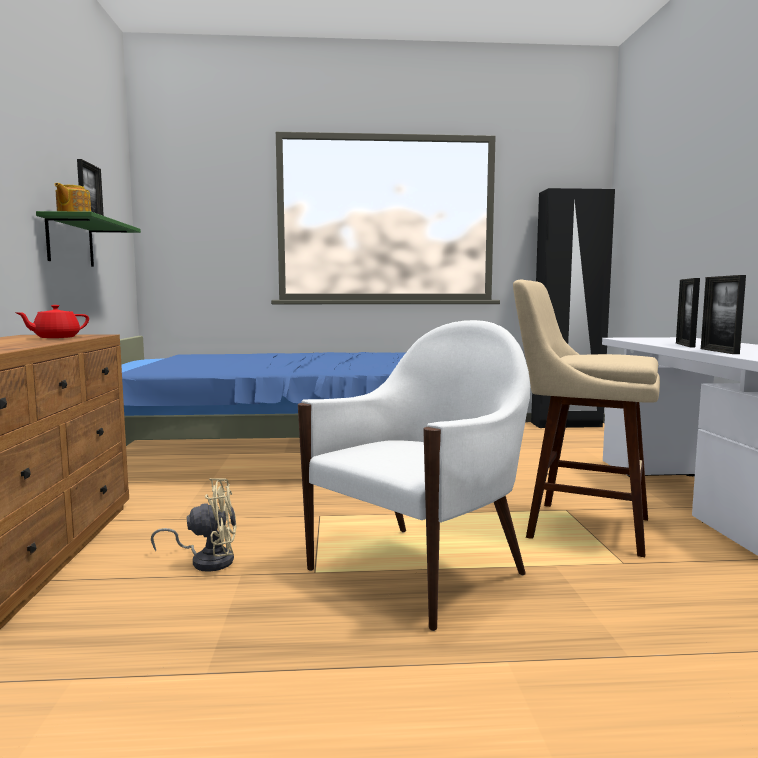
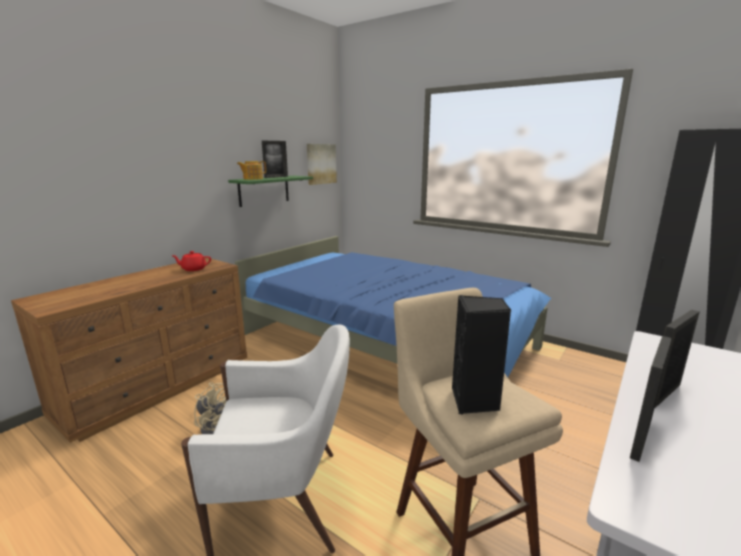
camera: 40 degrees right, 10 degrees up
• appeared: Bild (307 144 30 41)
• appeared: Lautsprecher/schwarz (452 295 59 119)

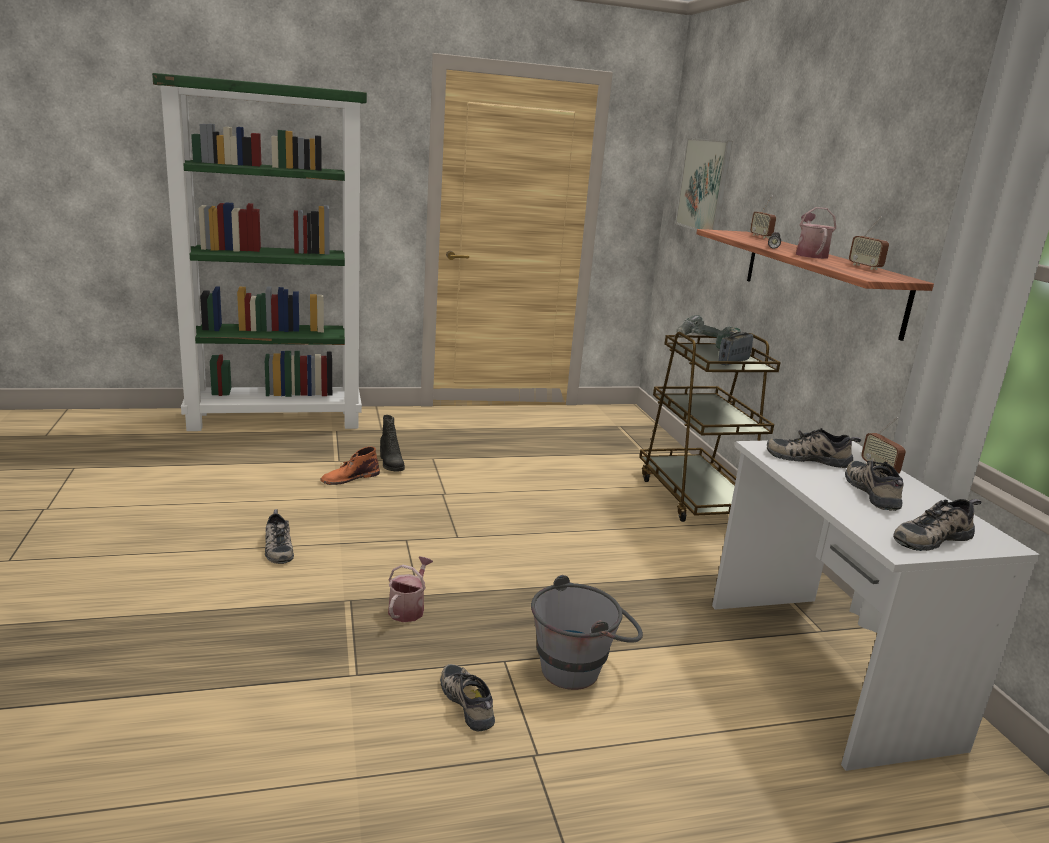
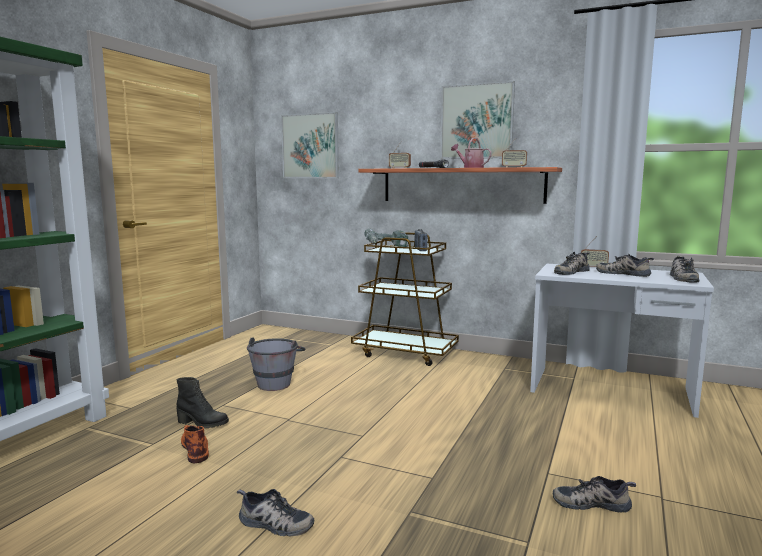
camera: 50 degrees left, 10 degrees down
• missing: Gießkanne (388 556 45 66)
• appeared: Bild (440 81 75 78)
• relocated: Eimer/grau (531 575 112 115) to (247 337 59 54)
• spun: Stiefel/orange (320 447 60 38) = (181 425 28 38) 150 degrees clockwise

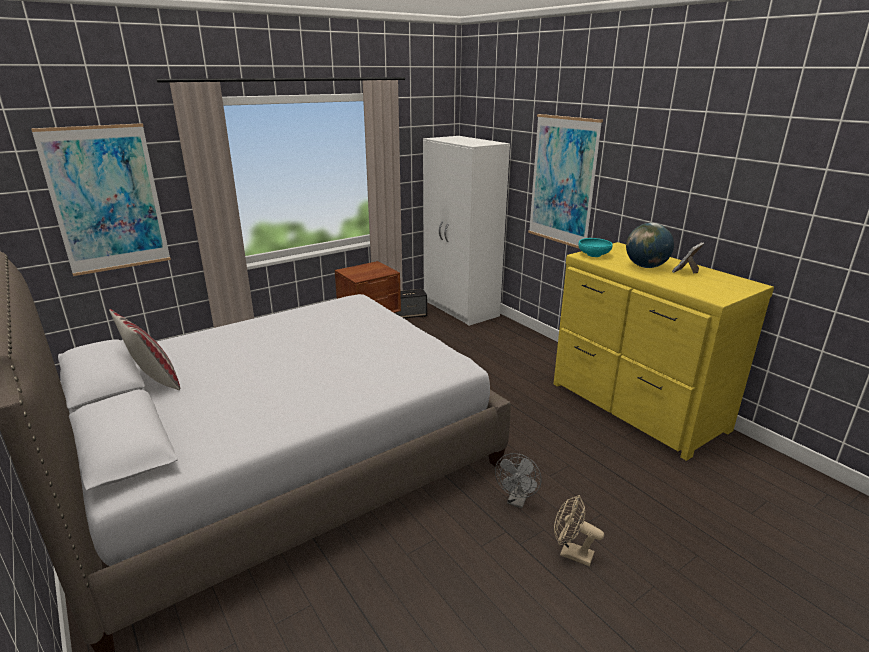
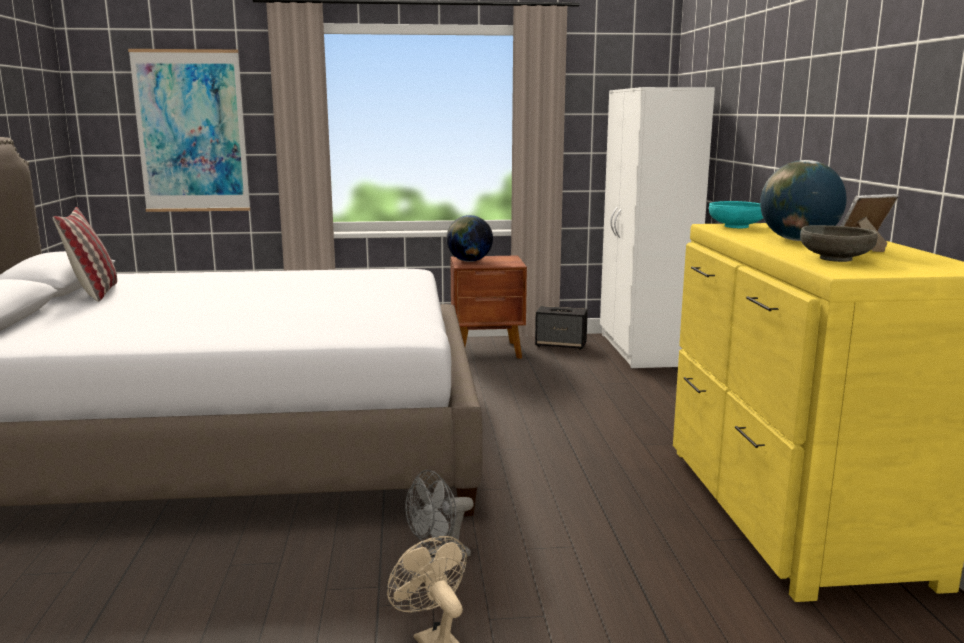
camera: 30 degrees right, 10 degrees down
• missing: Bild (528 114 75 134)
• appeared: Globus (446 215 47 47)
• appeared: Schüssel/grau (800 225 78 37)

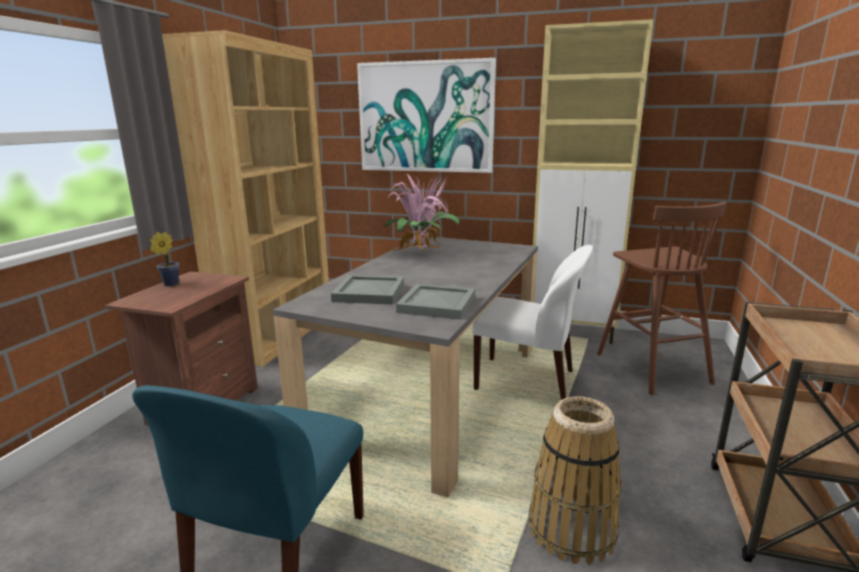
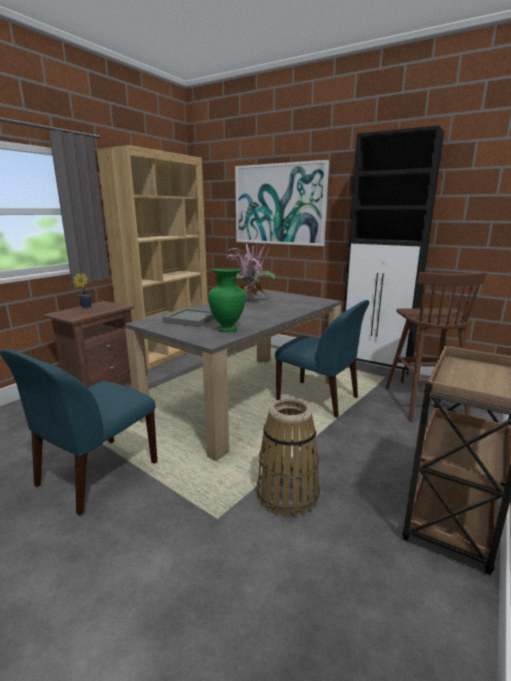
camera: 15 degrees right, 0 degrees up
• exchanged: Tablett/grau (396 284 79 36) to Vase/grün (208 268 38 64)
• colour: Stuhl/weiß (472 245 121 155) to Stuhl/blau (275 300 94 118)
• colour: Schrank/beige (533 19 120 325) to Schrank/schwarz (344 125 100 258)

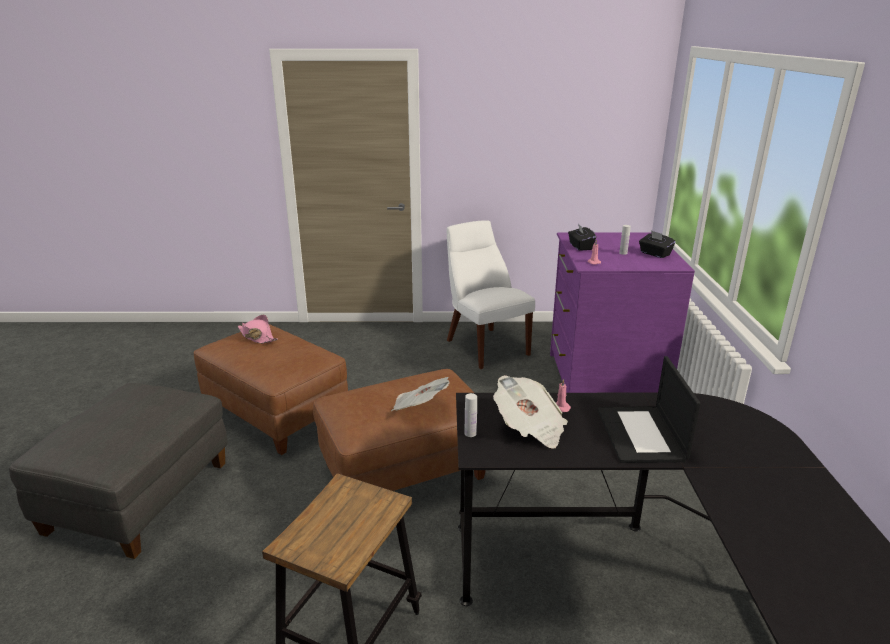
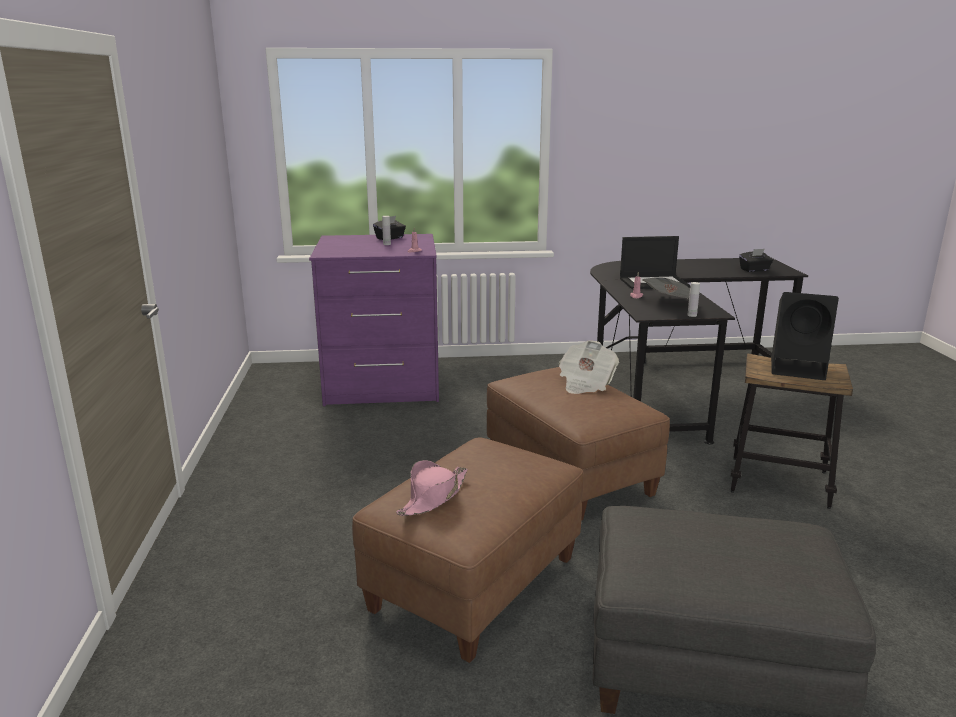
camera: 95 degrees left, 5 degrees down
• missing: Stuhl/weiß (447 220 88 149)
• appeared: Lautsprecher/schwarz (771 292 68 88)
• relocated: Taschentuchbox/schwarz (568 224 28 27) to (739 249 34 23)

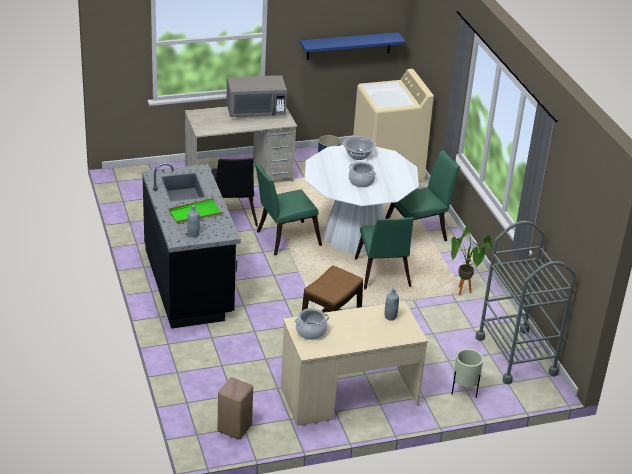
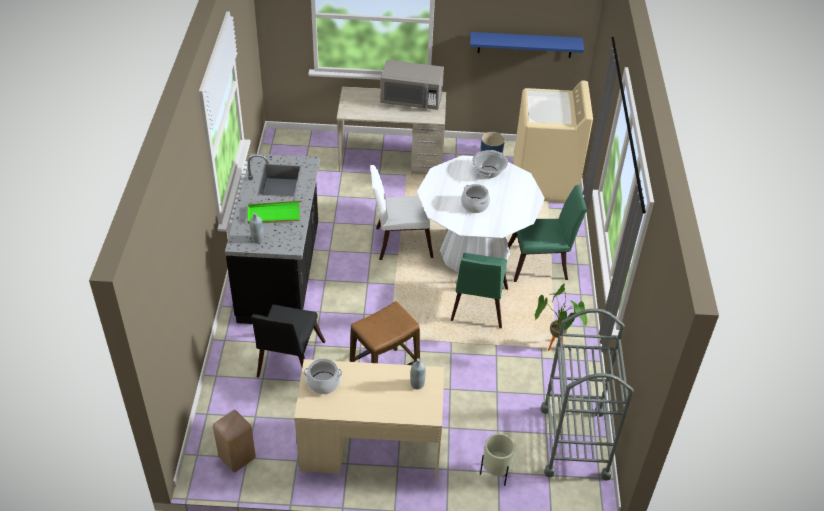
camera: 20 degrees right, 10 degrees up
• relocated: Stuhl/schwarz (211 158 47 68) to (252 305 73 73)
• colour: Stuhl/grün (255 164 67 91) to Stuhl/weiß (370 165 64 95)

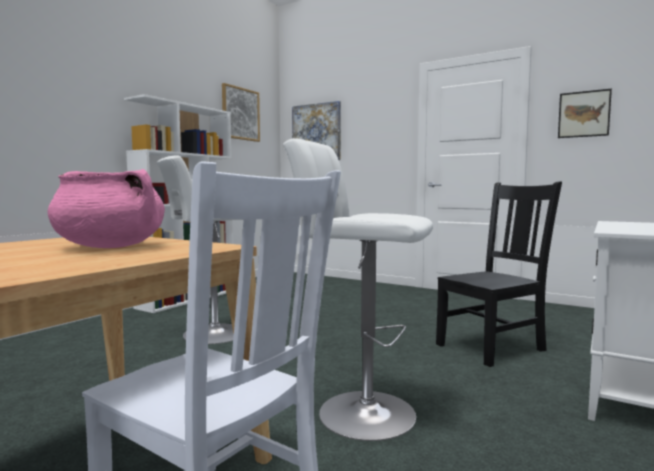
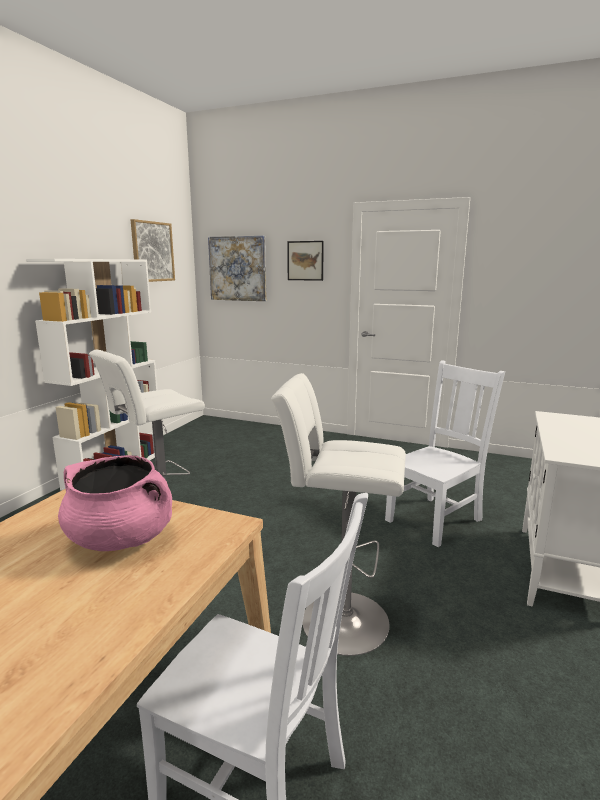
camera: 10 degrees left, 10 degrees up
• relocated: Bild (558 89 54 49) to (287 241 37 40)
• colour: Stuhl/schwarz (436 181 126 186) to Stuhl/weiß (385 360 120 187)

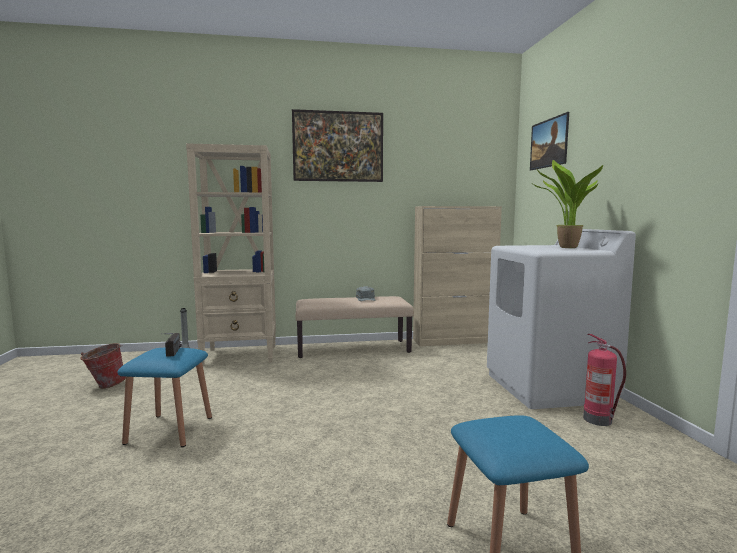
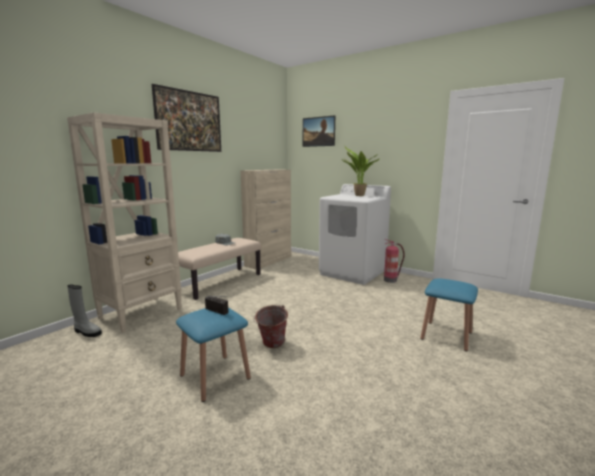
camera: 45 degrees left, 5 degrees up
• relocated: Eimer (80 343 46 46) to (254 305 34 43)

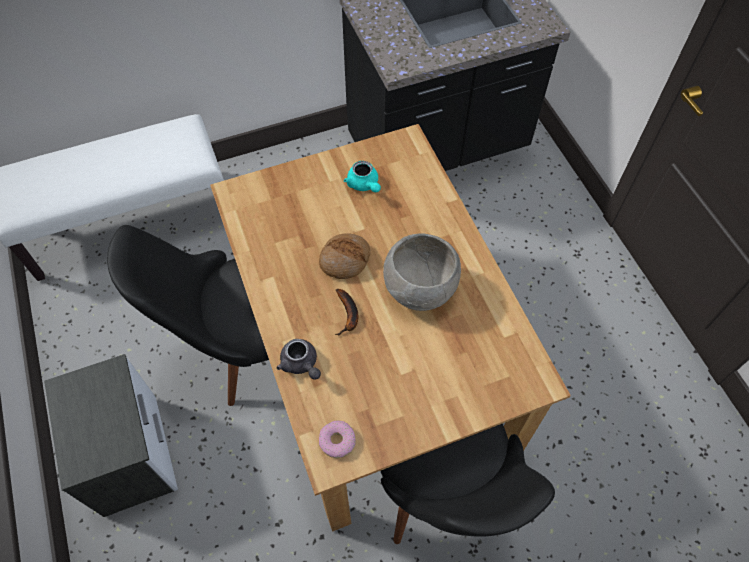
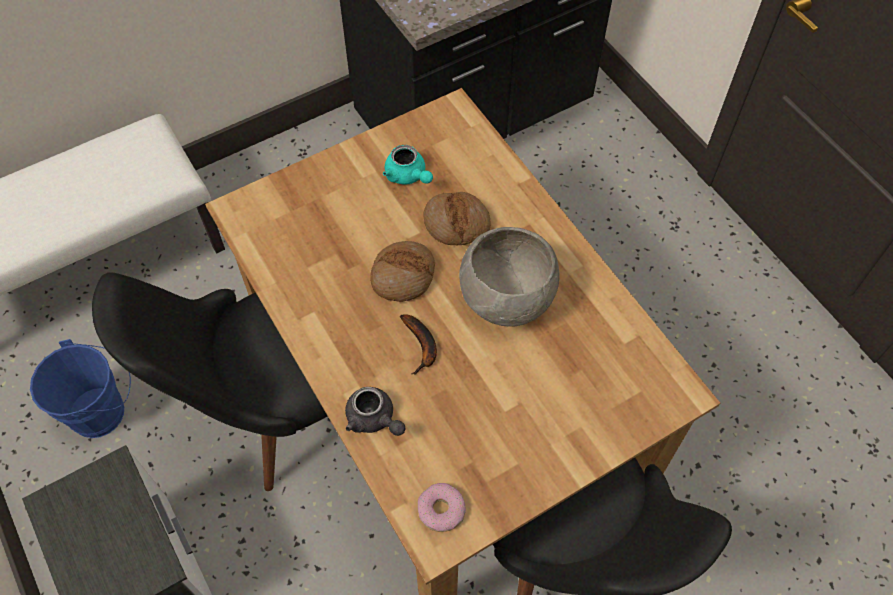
camera: 10 degrees left, 0 degrees up
• appeared: Eimer/blau (30 339 101 99)
• appeared: Brot (423 192 68 53)

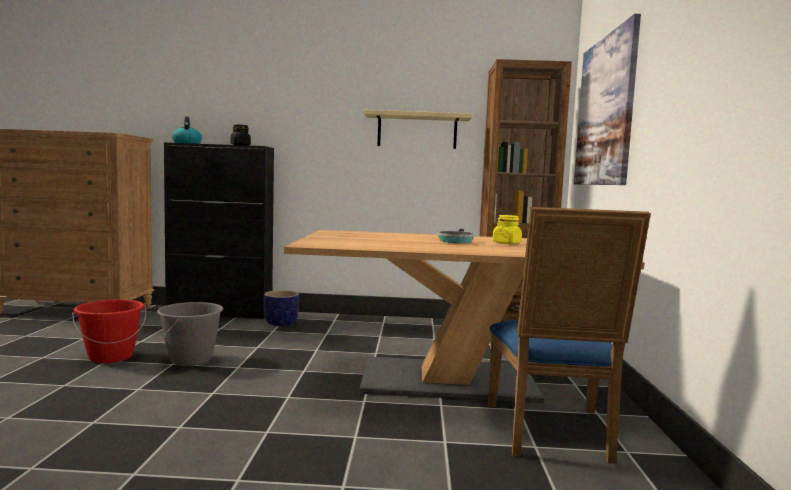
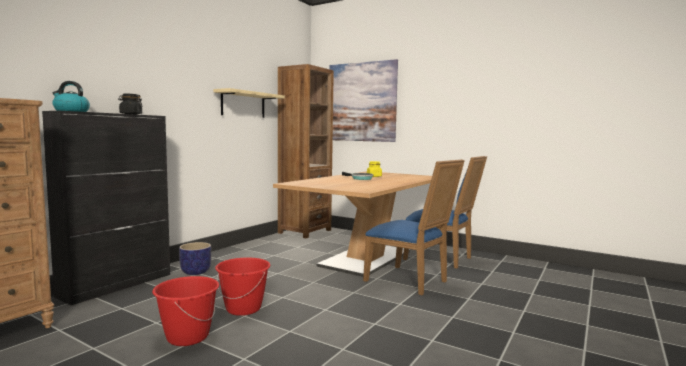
camera: 60 degrees left, 0 degrees up
• appeared: Stuhl/blau (363 159 102 136)
• colour: Eimer/grau (157 302 66 64) to Eimer/rot (215 258 55 58)

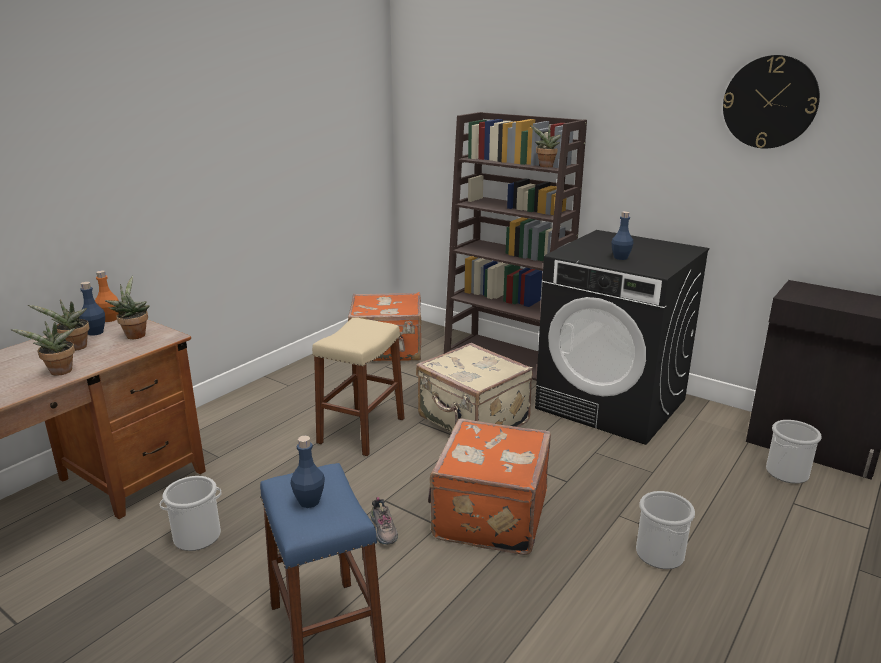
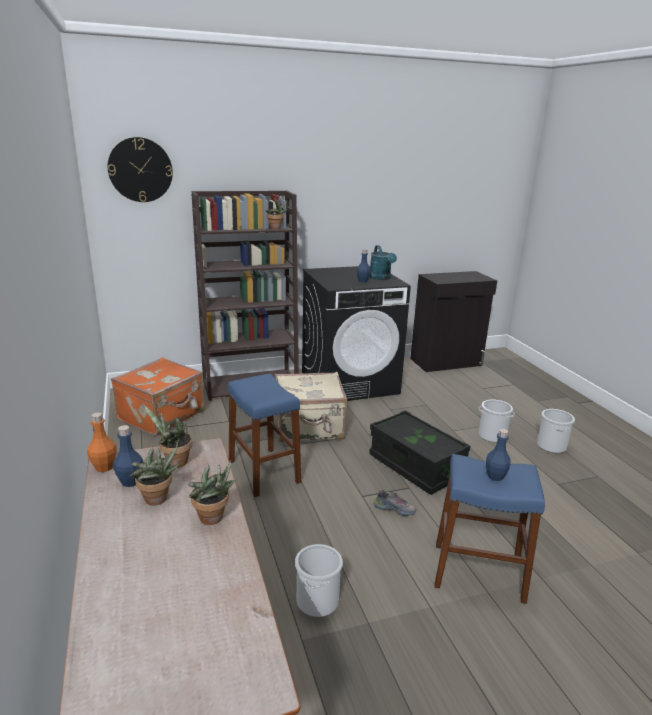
camera: 55 degrees left, 0 degrees up
• appeared: Gießkanne/türkis (369 245 28 35)
• relocated: Wanduhr (723 55 97 93) to (108 137 65 65)
• relocated: Eimer (766 420 56 64) to (537 409 38 44)
• exchanged: Koffer/orange (428 418 123 137) to Aufbewahrungsbox/schwarz (369 410 101 85)
• colour: Hocker/beige (312 318 92 138) to Hocker/blau (228 374 73 123)

